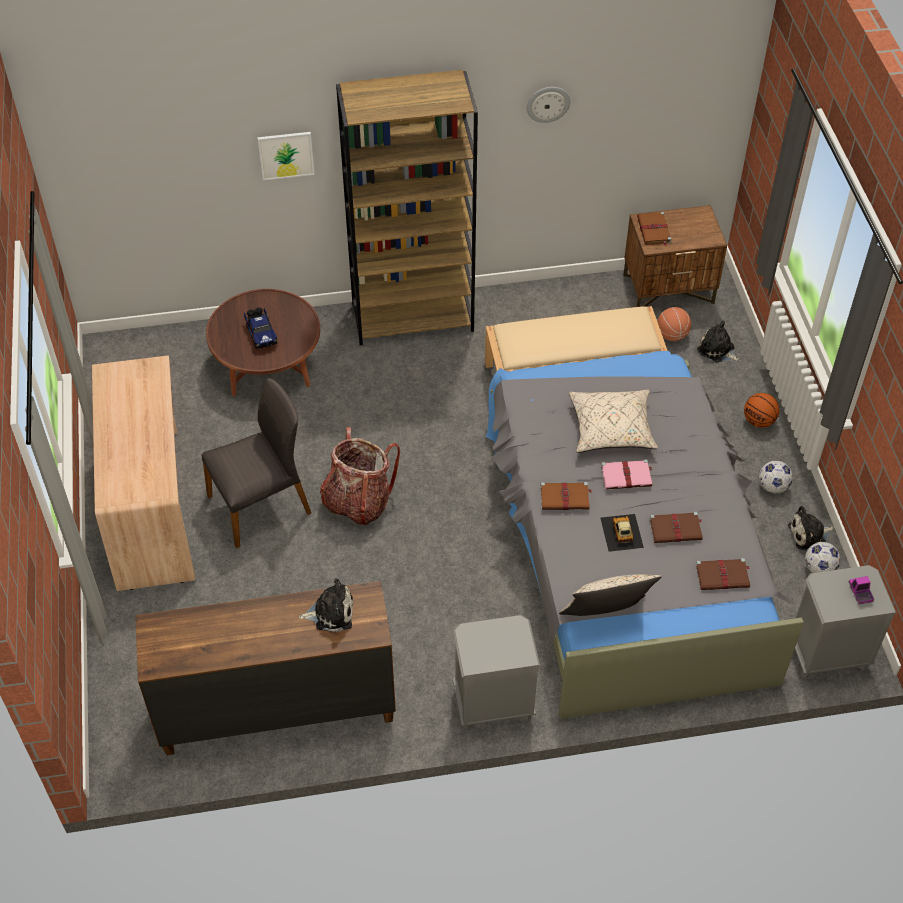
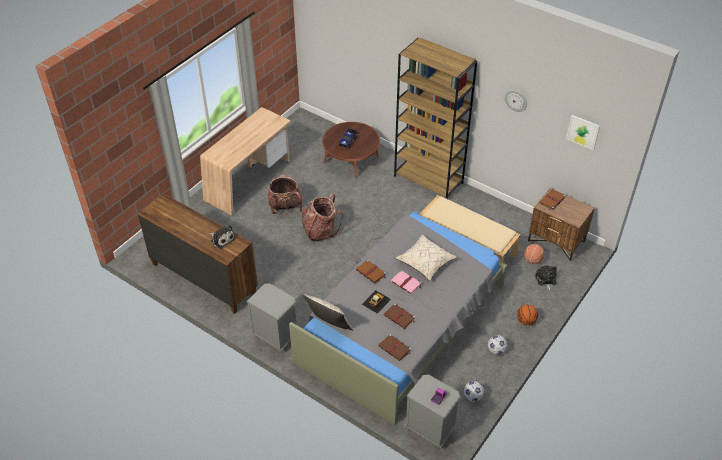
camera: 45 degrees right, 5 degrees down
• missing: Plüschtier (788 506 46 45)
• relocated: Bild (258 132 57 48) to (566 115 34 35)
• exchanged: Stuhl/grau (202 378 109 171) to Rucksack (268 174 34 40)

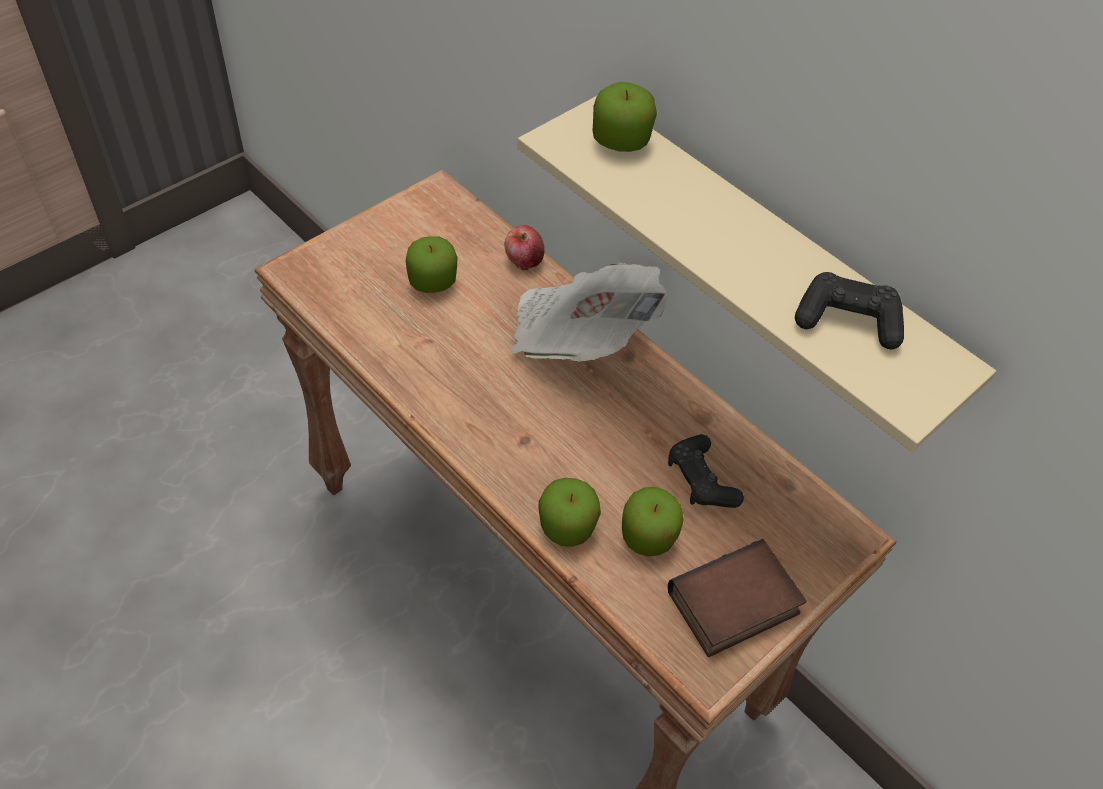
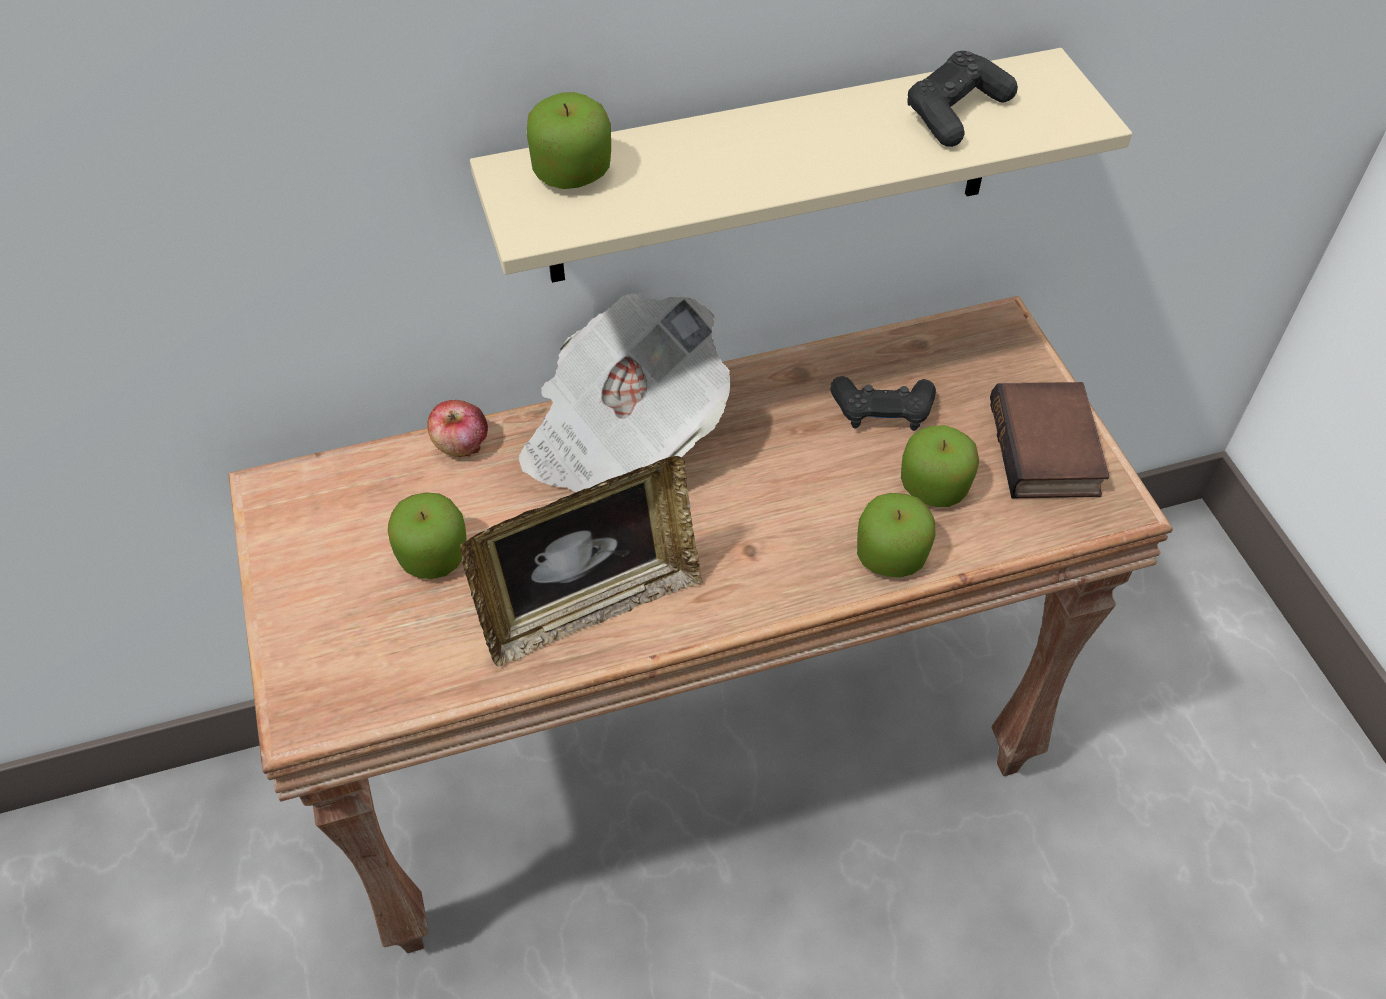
camera: 60 degrees left, 0 degrees up
• appeared: Bilderrahmen (460 456 242 211)

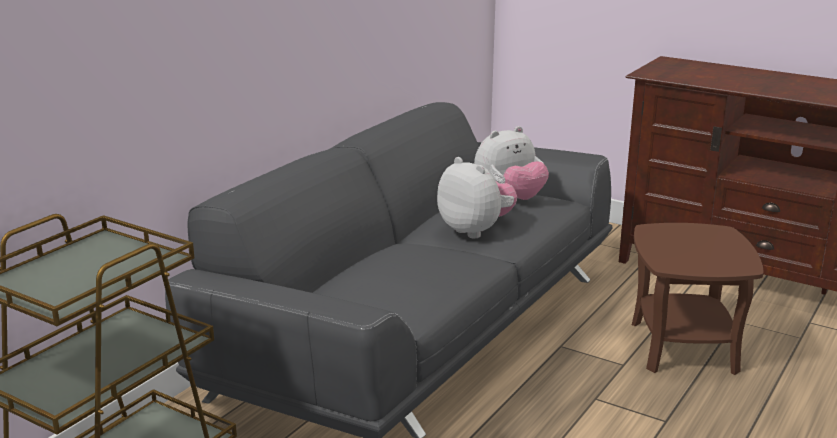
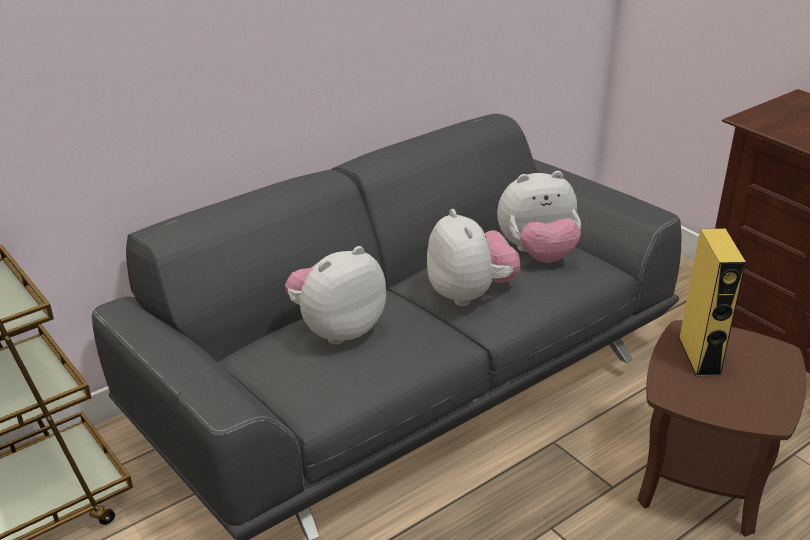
camera: 20 degrees right, 10 degrees up
• appeared: Plüschtier (285 246 101 99)
• appeared: Lautsprecher/gelb (679 228 67 148)

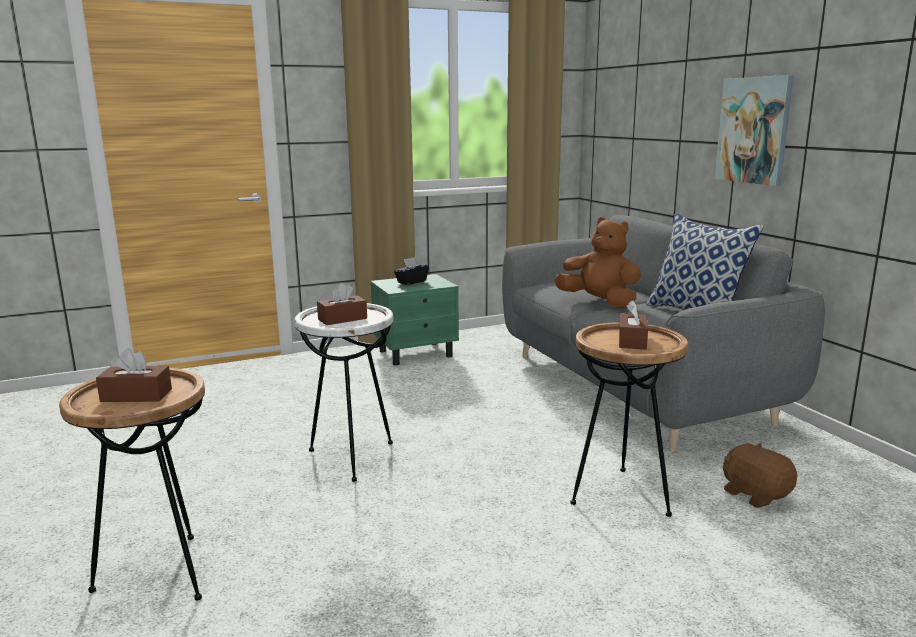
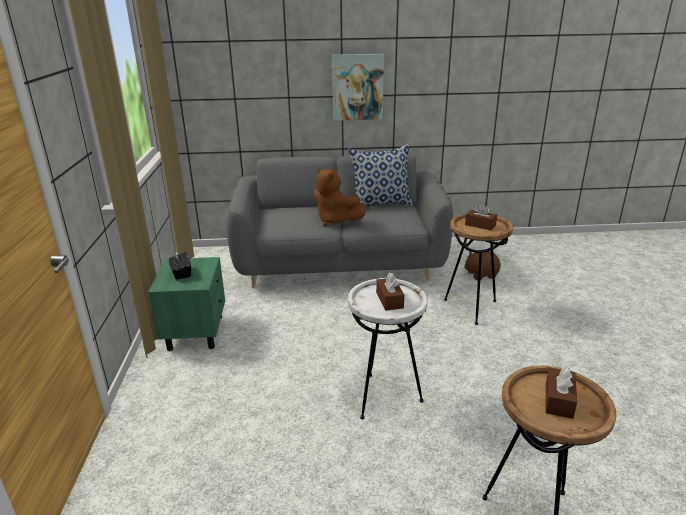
camera: 70 degrees left, 10 degrees up
• spun: Plüschtier/braun (554 217 87 91) = (313 168 53 58) 105 degrees counterclockwise

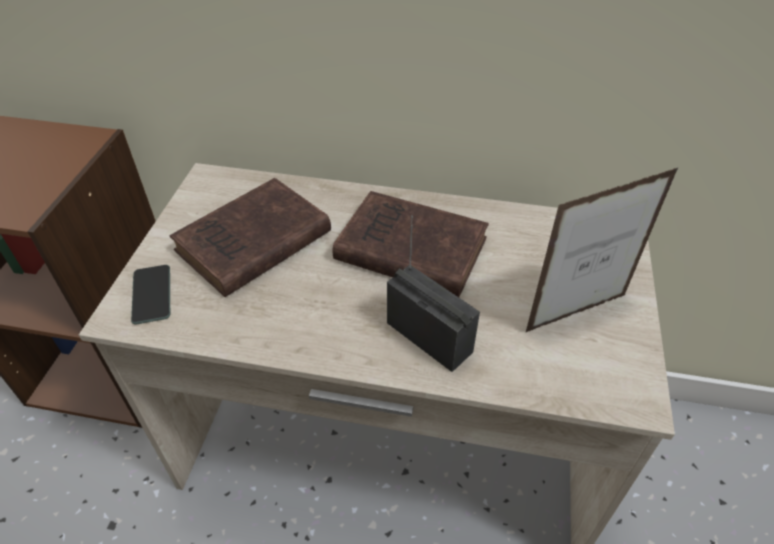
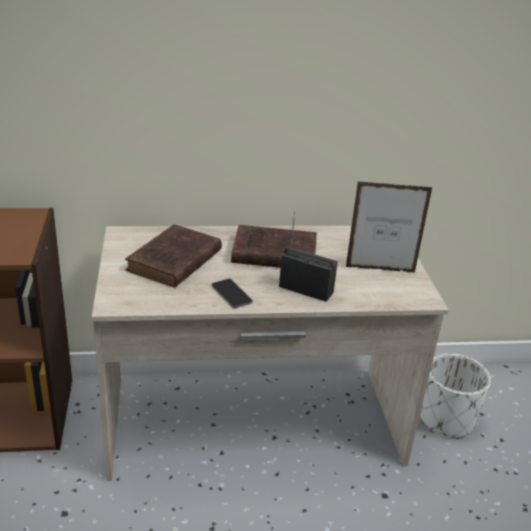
camera: 20 degrees left, 15 degrees down
• appeared: Pflanzkübel/weiß (420 353 71 86)
• relocated: Handy (131 265 39 59) to (211 279 42 29)
• spun: Bilderrahmen (525 167 154 166) = (346 181 87 91) 45 degrees clockwise

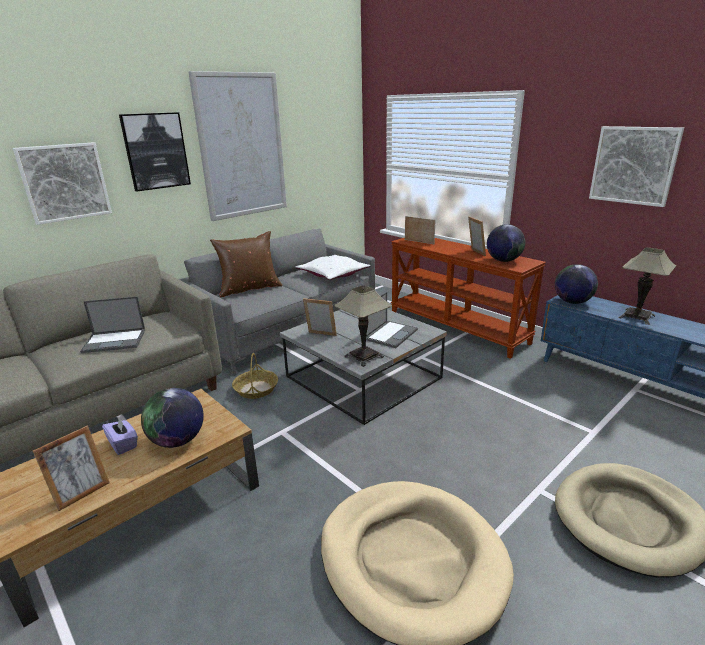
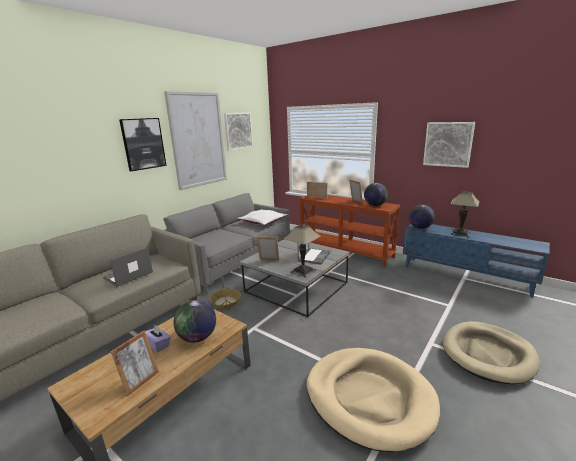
camera: 10 degrees left, 5 degrees down
• missing: Kissen/braun (210 231 72 66)
• relocated: Bild (13 142 99 83) to (224 113 29 37)
• spun: Laptop (80 296 65 57) = (103 247 50 40) 150 degrees clockwise

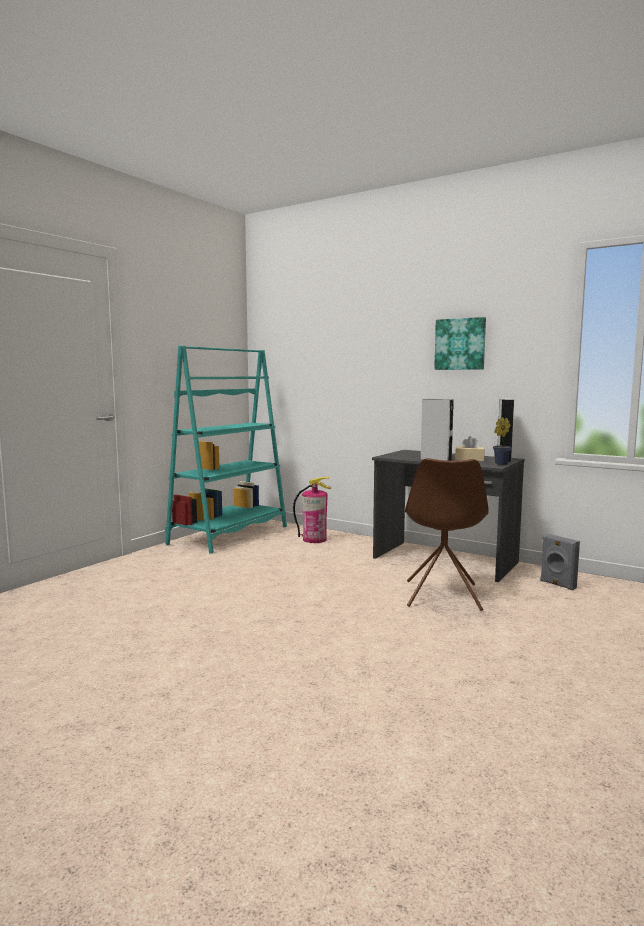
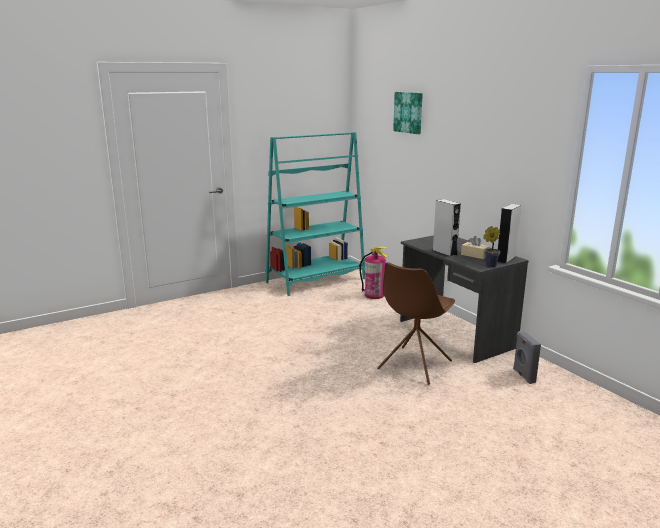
camera: 25 degrees right, 10 degrees up
• relocated: Bild (434 317 52 53) to (393 92 30 42)

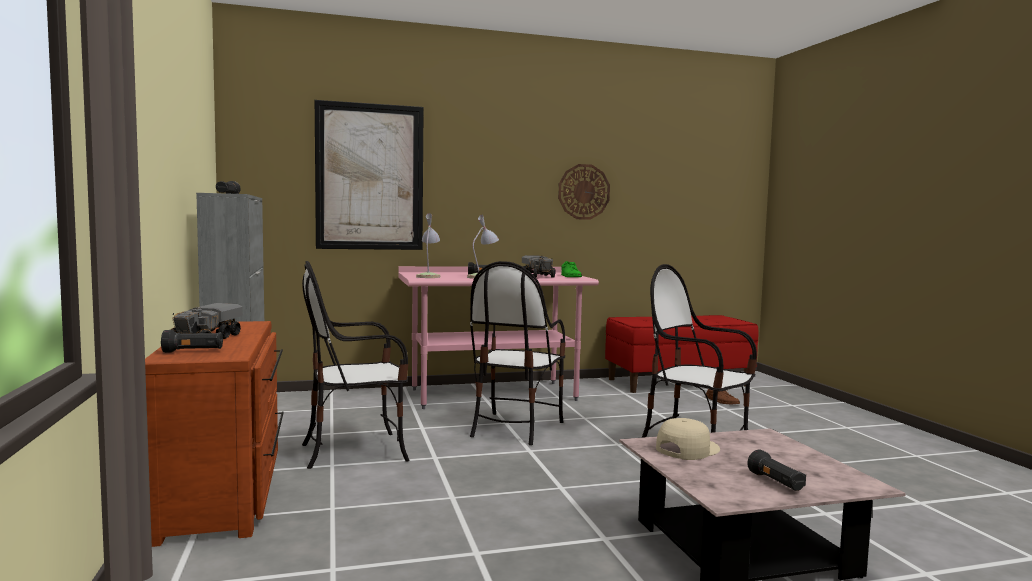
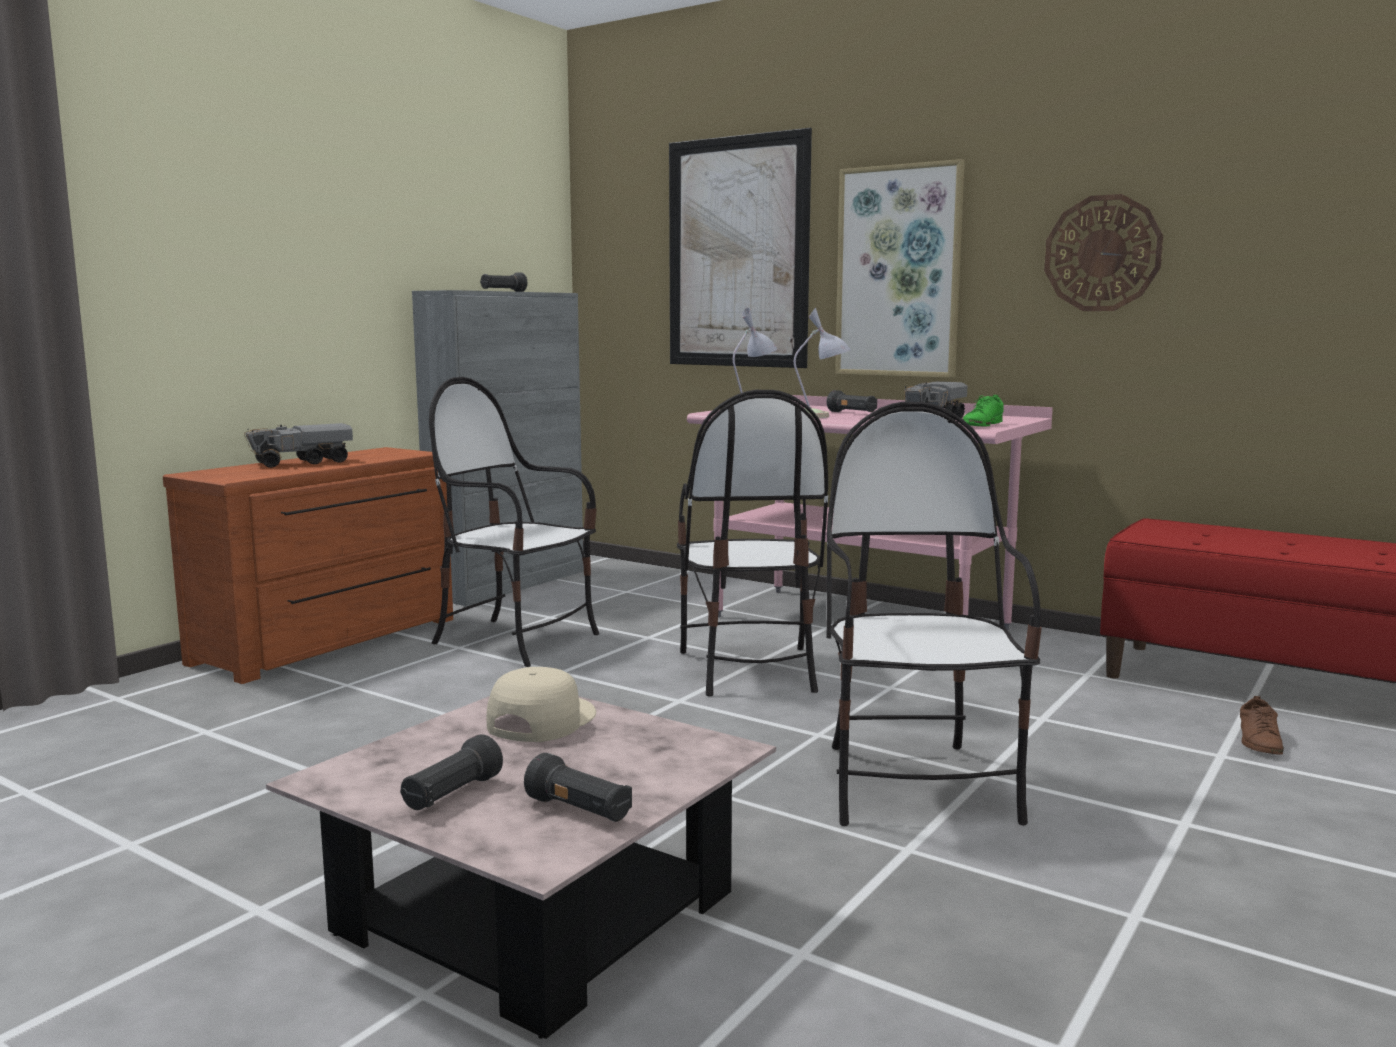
camera: 50 degrees right, 5 degrees up
• appeared: Bild (835 159 130 219)
• relocated: Taschenlampe/schwarz (161 330 62 23) to (524 753 108 69)
• spun: Stuhl (470 261 96 184) = (677 390 151 306) 75 degrees counterclockwise
• spun: Kappe/beige (656 418 64 42) = (486 667 110 75) 75 degrees counterclockwise

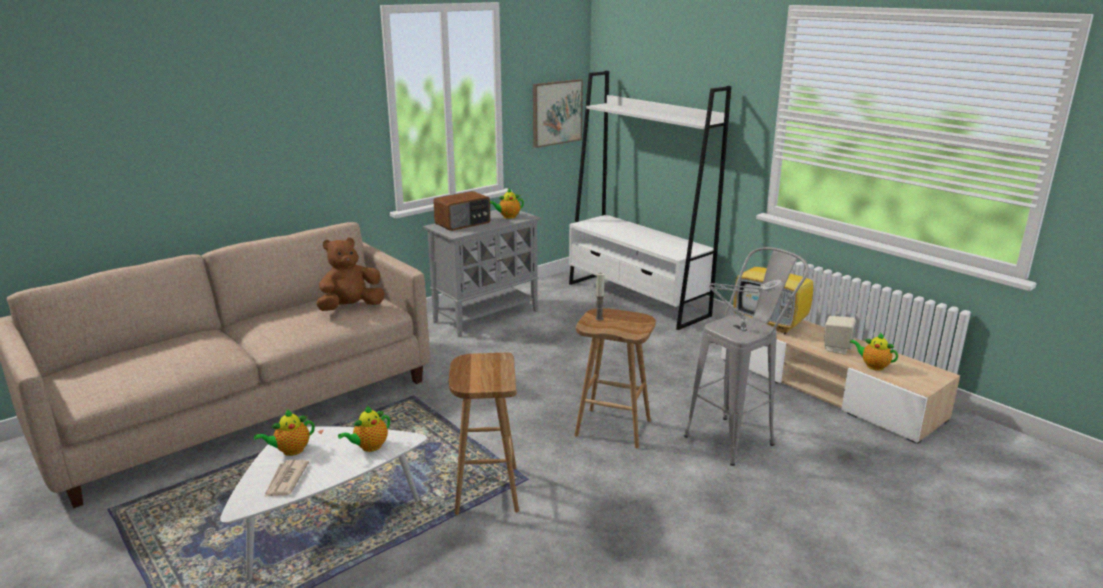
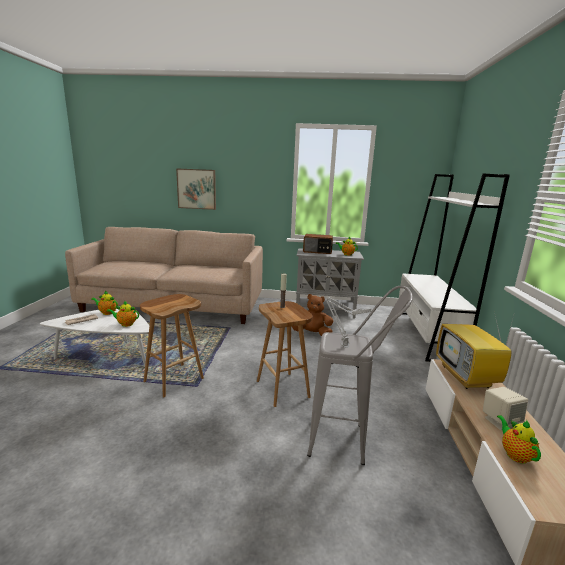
camera: 45 degrees right, 5 degrees down
• relocated: Plüschtier/braun (316 238 69 73) to (292 294 41 42)
• relocated: Bild (533 79 50 69) to (176 168 40 42)

